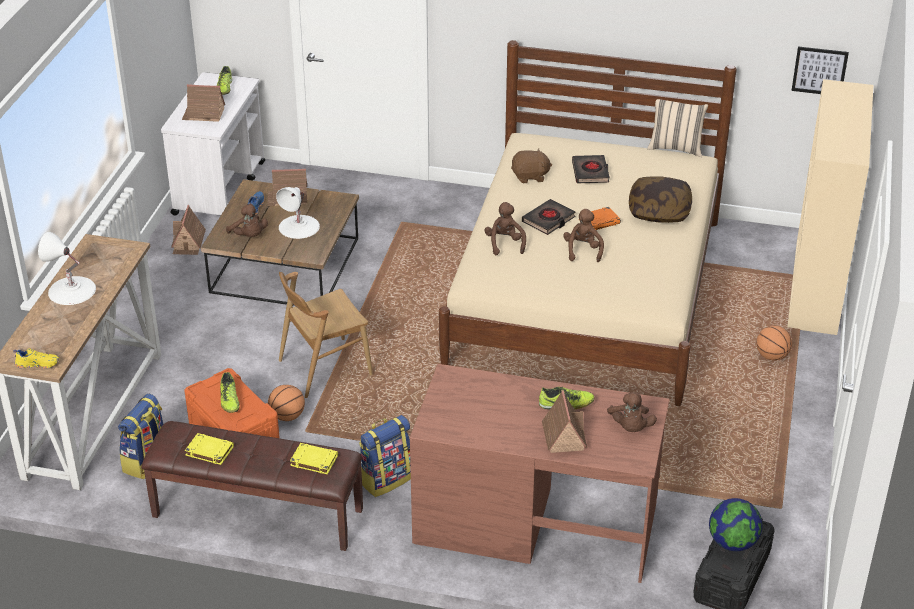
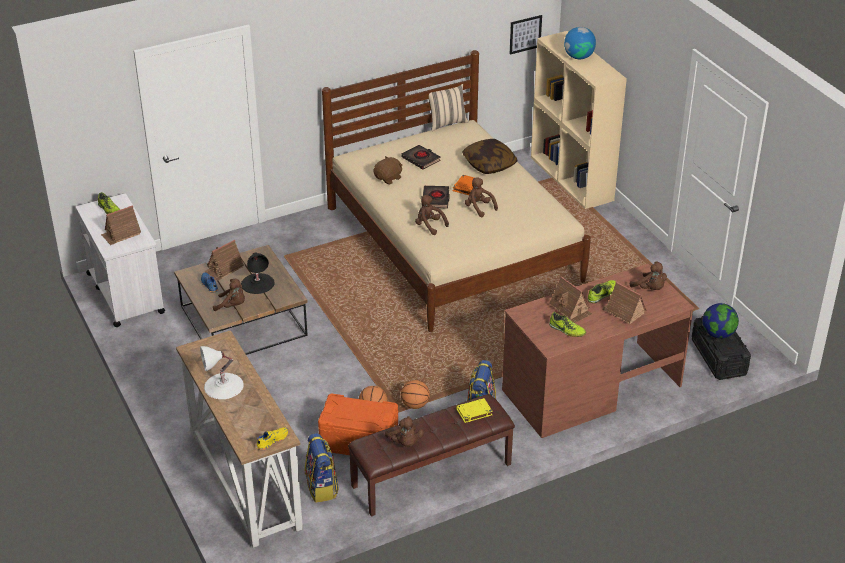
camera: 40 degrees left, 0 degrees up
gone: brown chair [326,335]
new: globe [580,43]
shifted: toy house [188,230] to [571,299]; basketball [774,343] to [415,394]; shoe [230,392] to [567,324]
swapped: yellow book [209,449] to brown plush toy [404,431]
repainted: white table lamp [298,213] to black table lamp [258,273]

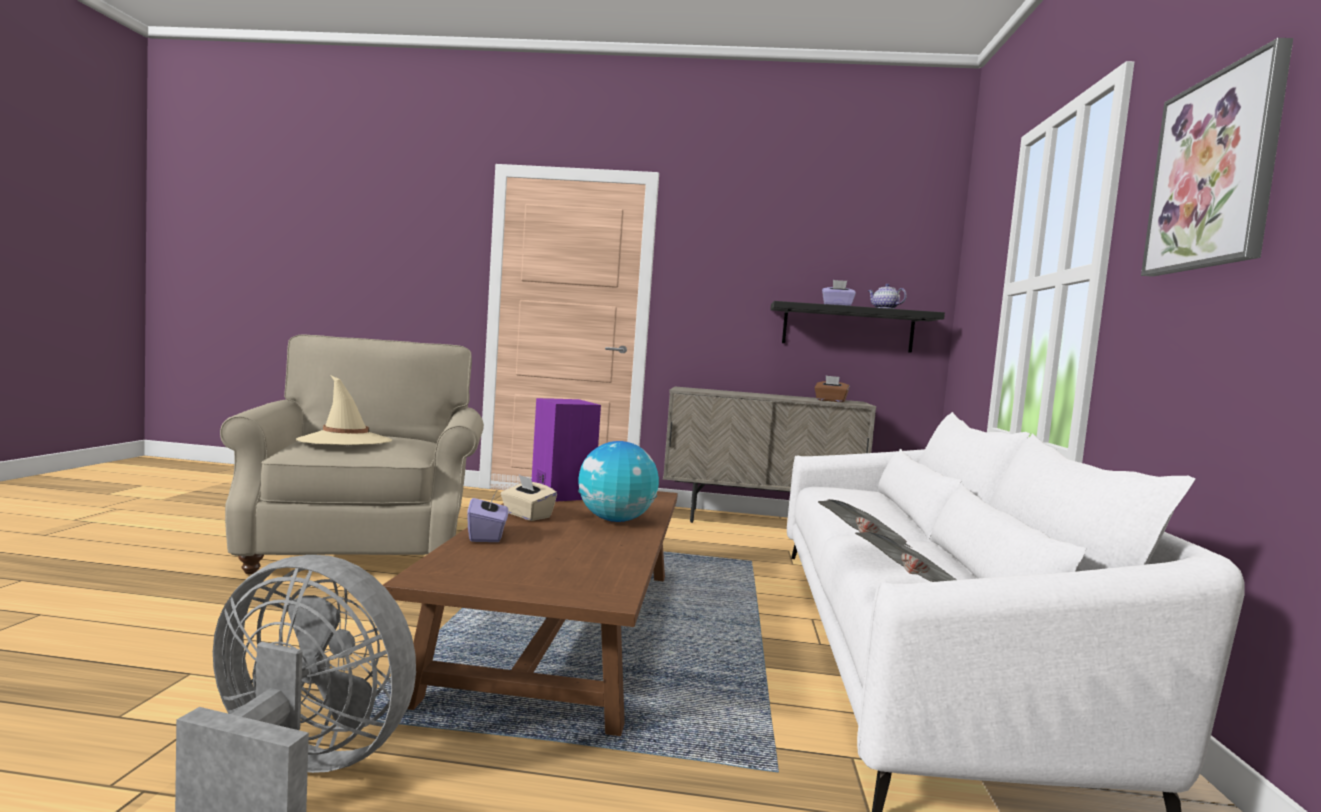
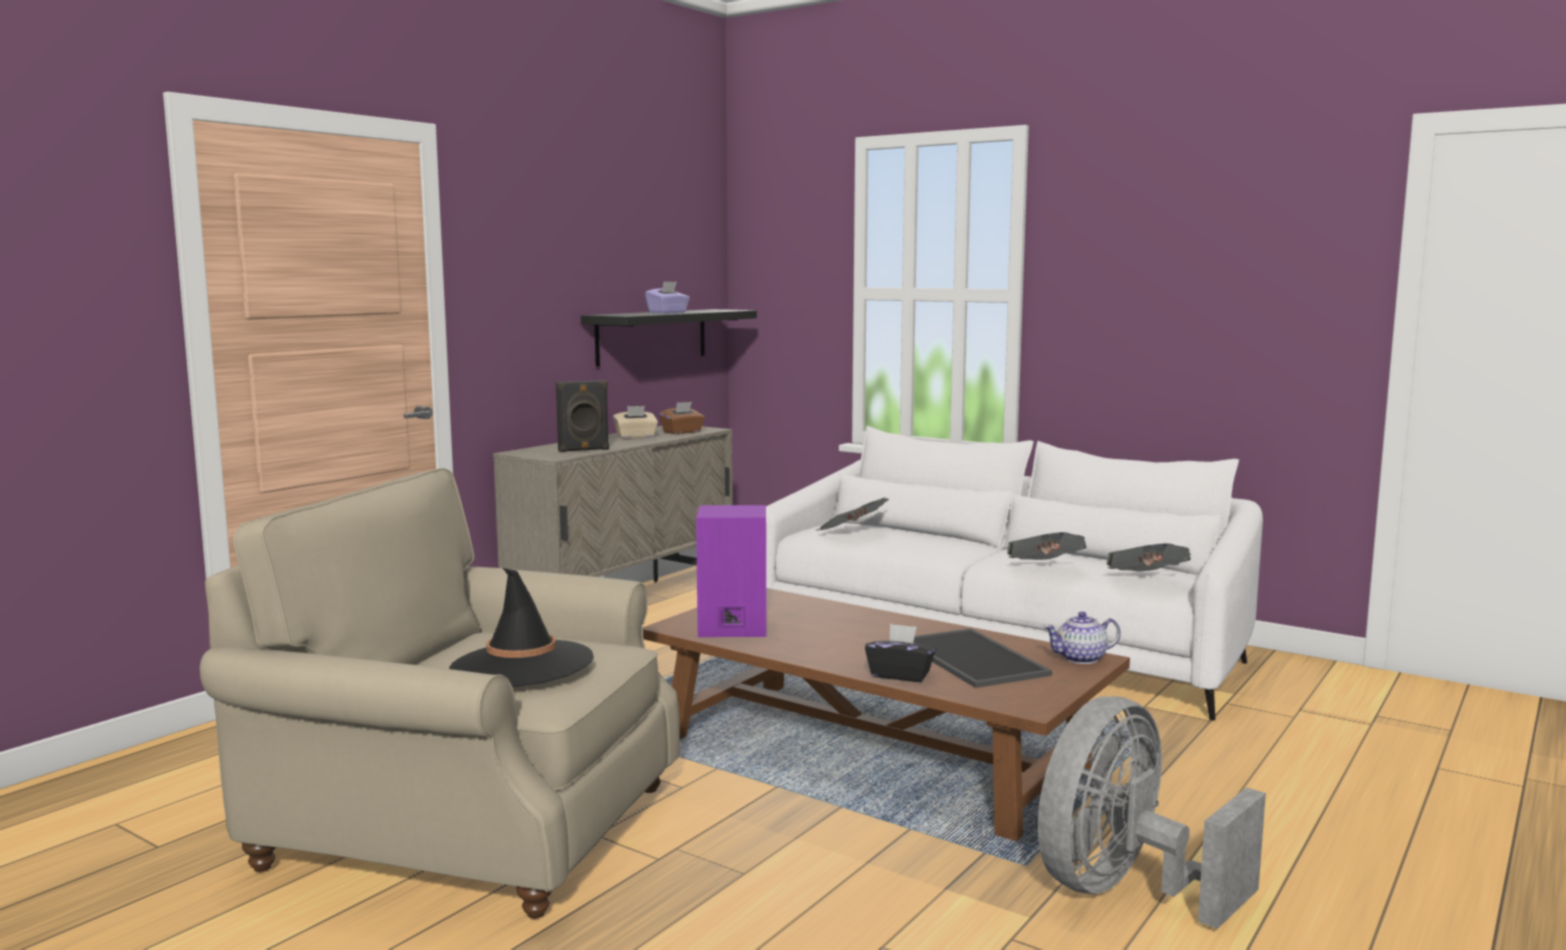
camera: 60 degrees left, 5 degrees up
gone: picture [1217,157]; globe [618,481]
new: black speaker [582,416]; newspaper [852,514]; tray [982,658]
shifted: teapot [887,296] to [1082,638]; beige tissue box [529,498] to [635,422]
repainted: beige hat [344,410] to black hat [521,627]; purple tissue box [487,515] to black tissue box [900,653]

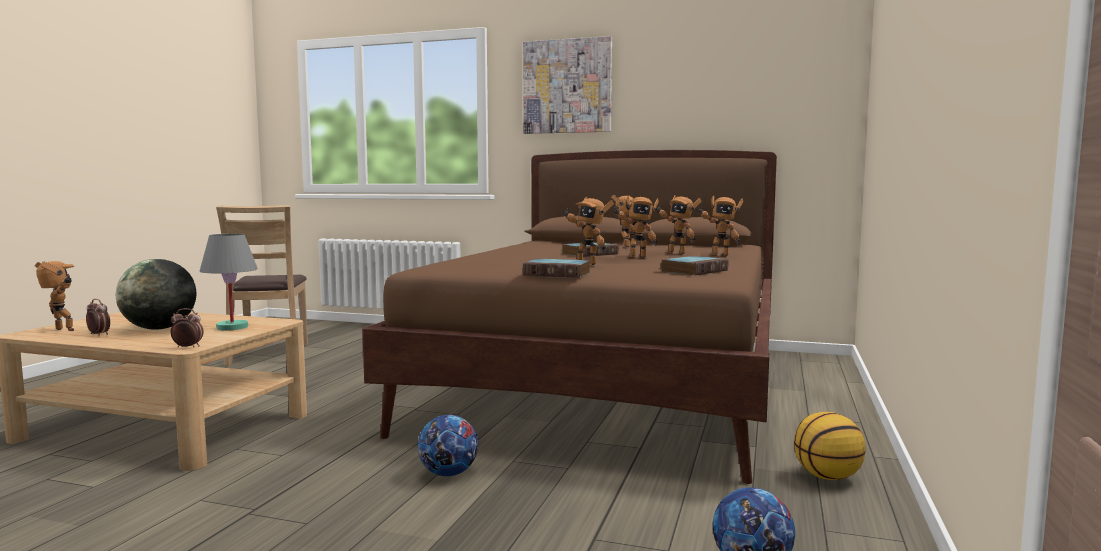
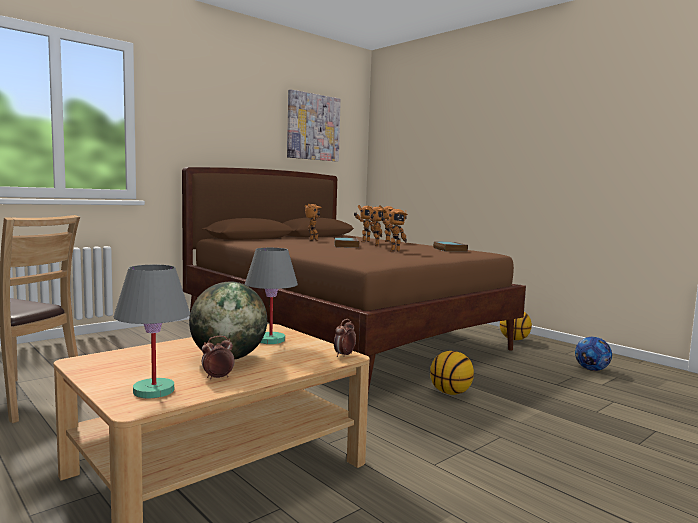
camera: 60 degrees left, 0 degrees up
gone: book [557,268]
shifted: picture [567,85] to [314,125]
swapped: toy robot [54,296] to grey table lamp [151,331]; football [448,445] to basketball [452,373]

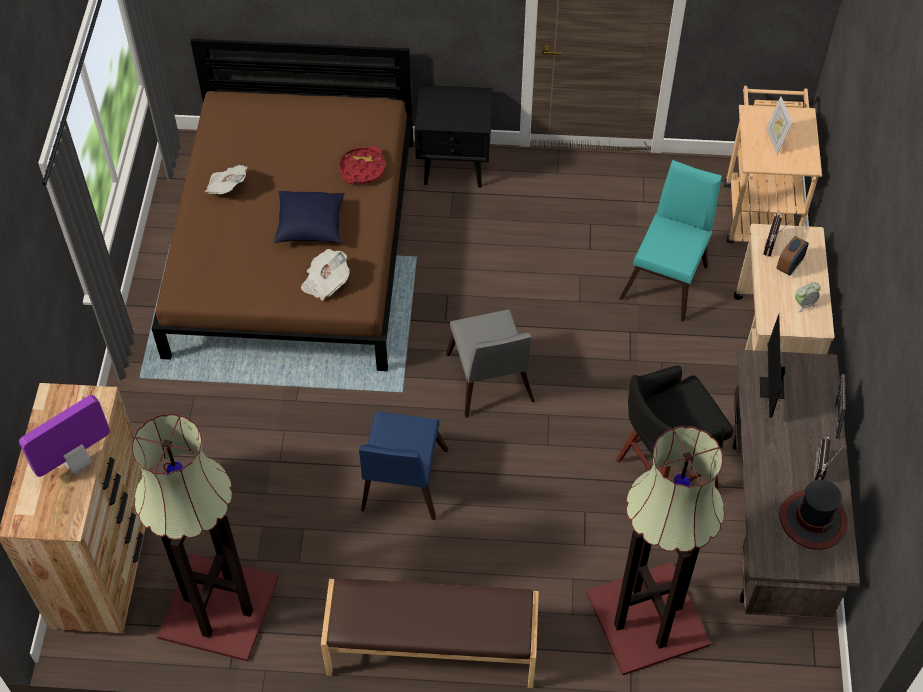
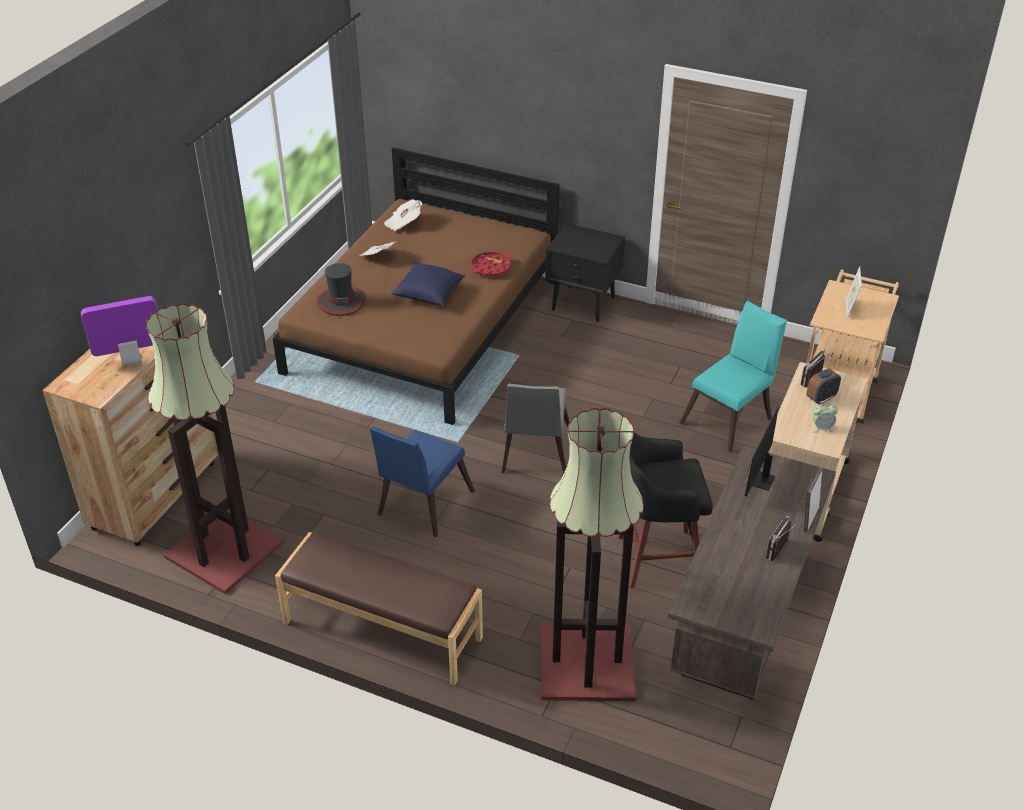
camera: 20 degrees right, 15 degrees down
shifted: newspaper [325,274] to [403,215]; hat [813,514] to [341,289]

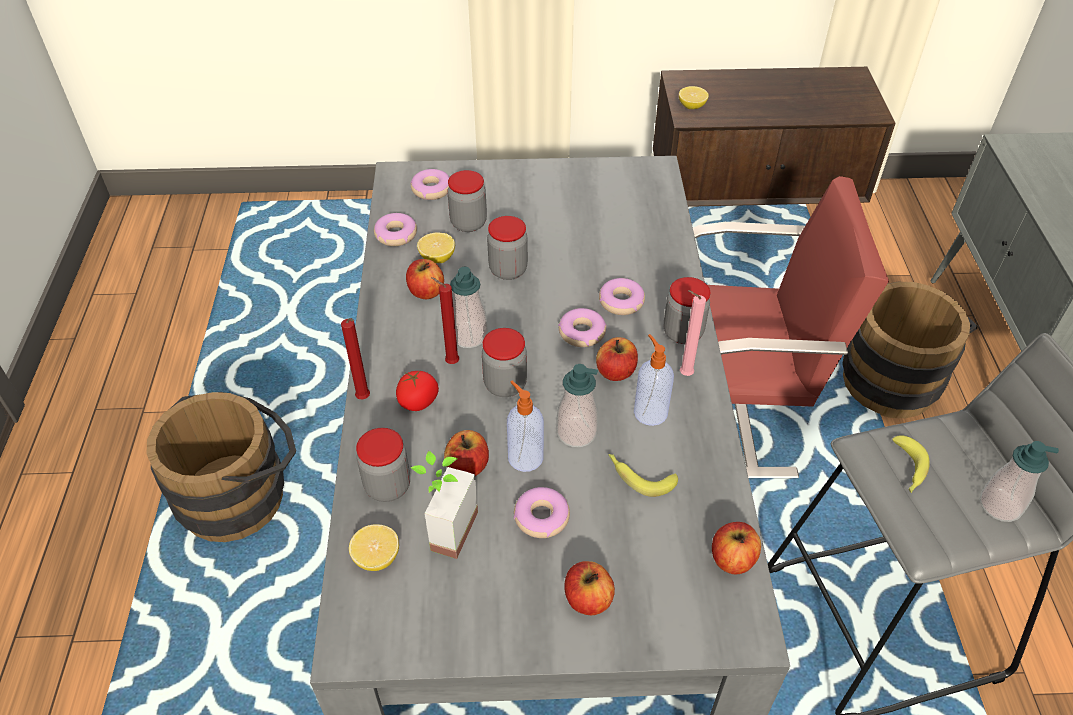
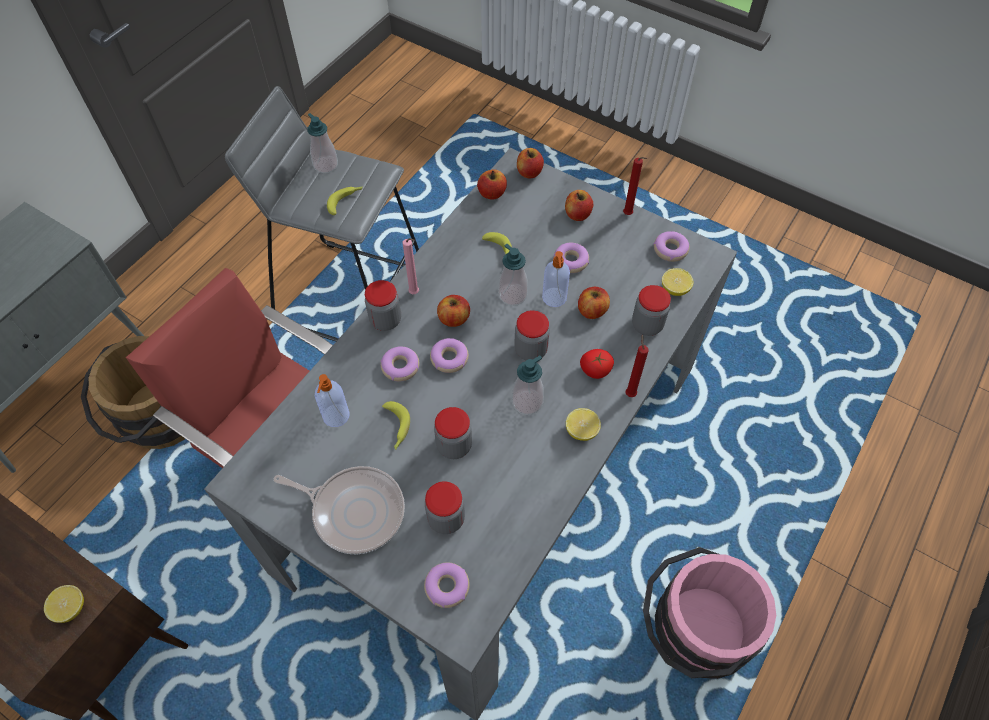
camera: 145 degrees left, 10 degrees up
gone: potted plant [444,505]
new: banana [396,425]; frying pan [339,510]
shifted: donut [395,229] to [671,246]; lemon [436,247] to [583,424]; apple [425,279] to [530,163]; red candle [445,320] to [635,186]; soap dispenser [654,380] to [332,400]
repainted: brown bucket [221,467] to pink bucket [709,613]

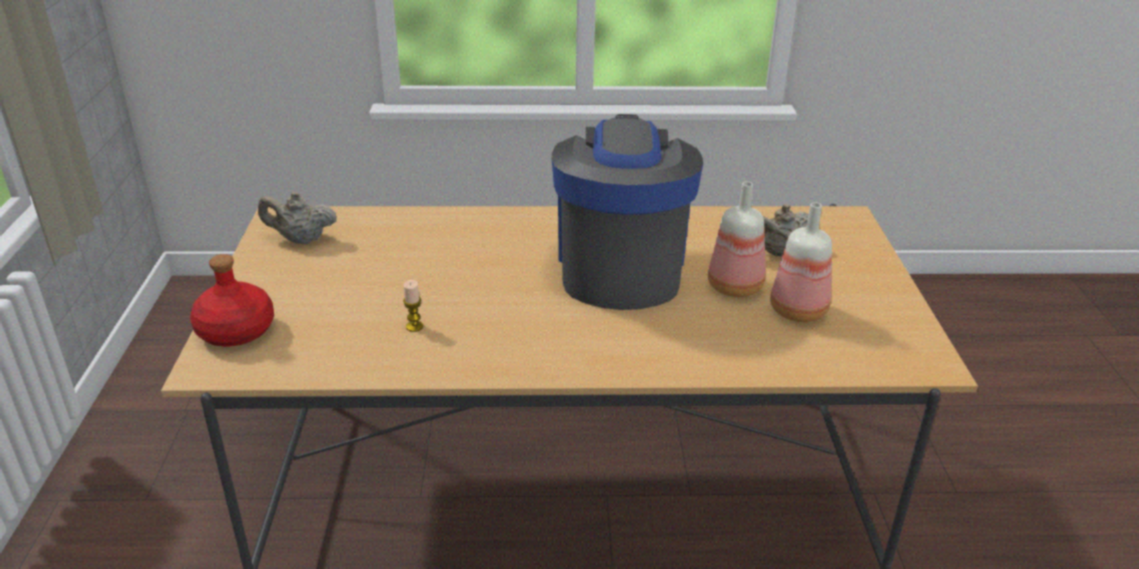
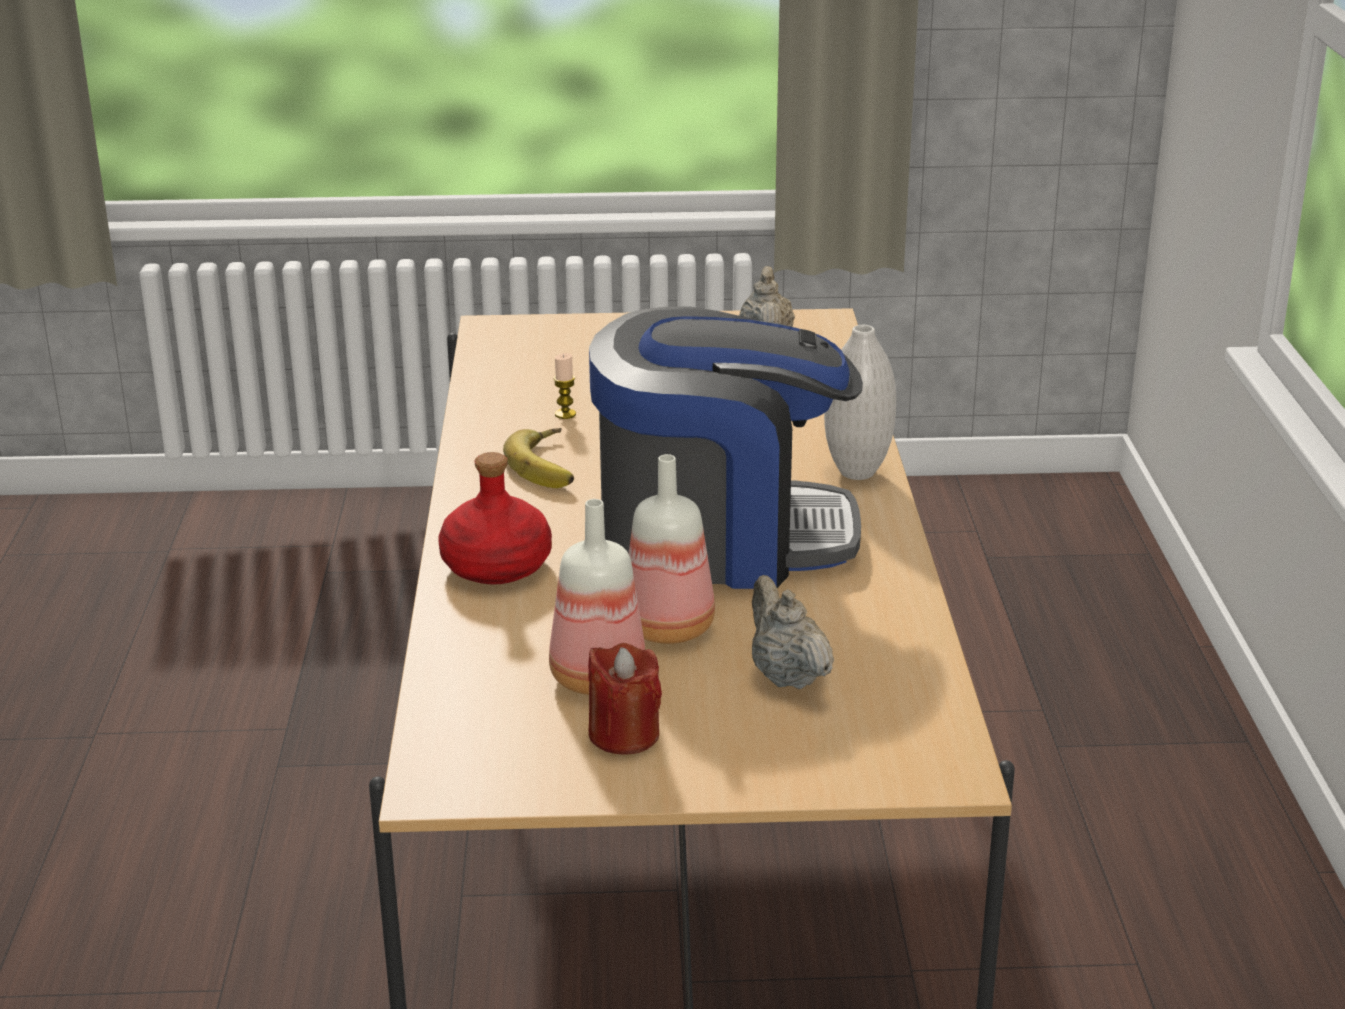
camera: 90 degrees right, 5 degrees down
new: white vase [860,402]; banana [538,458]; red candle [625,699]
shifted: red bottle [232,300] to [495,518]

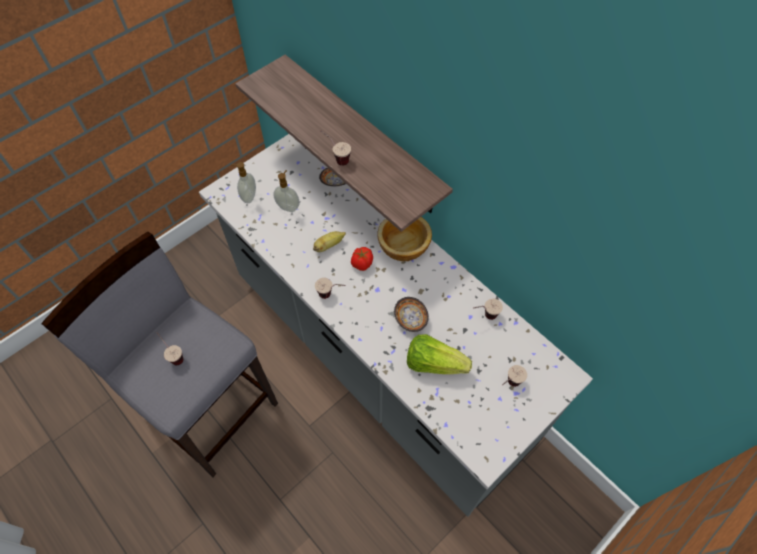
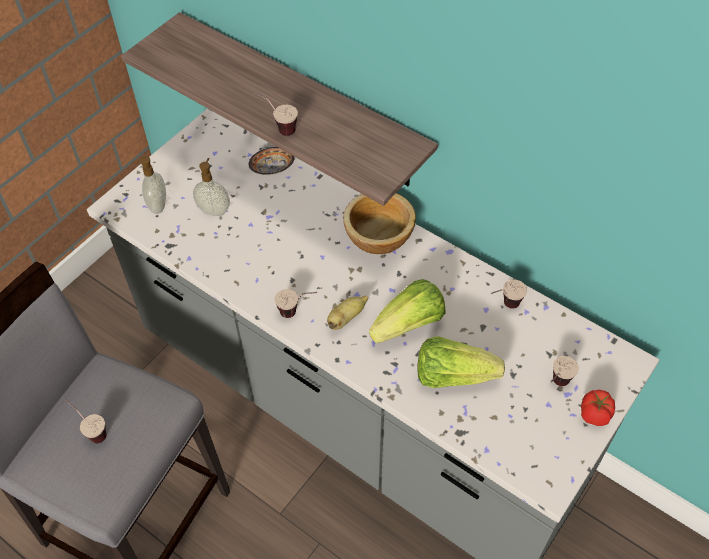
camera: 10 degrees left, 5 degrees down
shifted: banana [329,241] to [347,313]; tomato [362,259] to [598,408]
swapped: bowl [411,314] to lettuce [407,311]

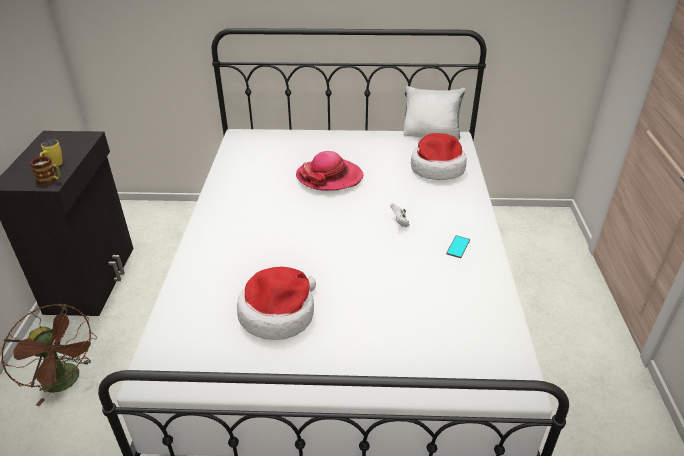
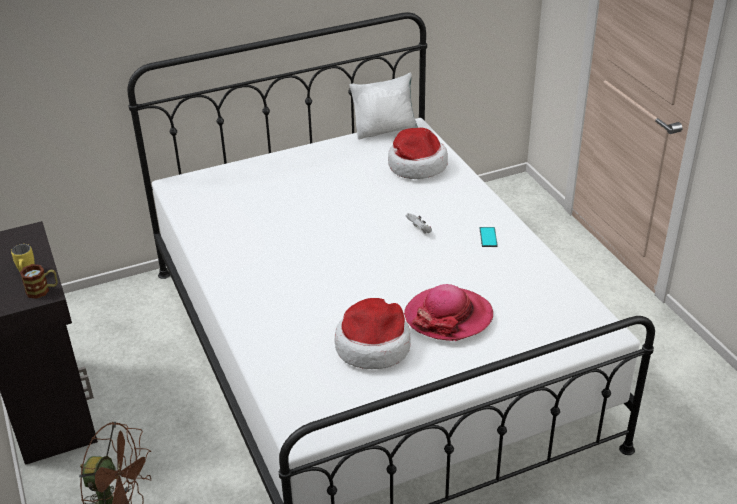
camera: 25 degrees left, 0 degrees up
shifted: hat [330,171] to [448,312]

